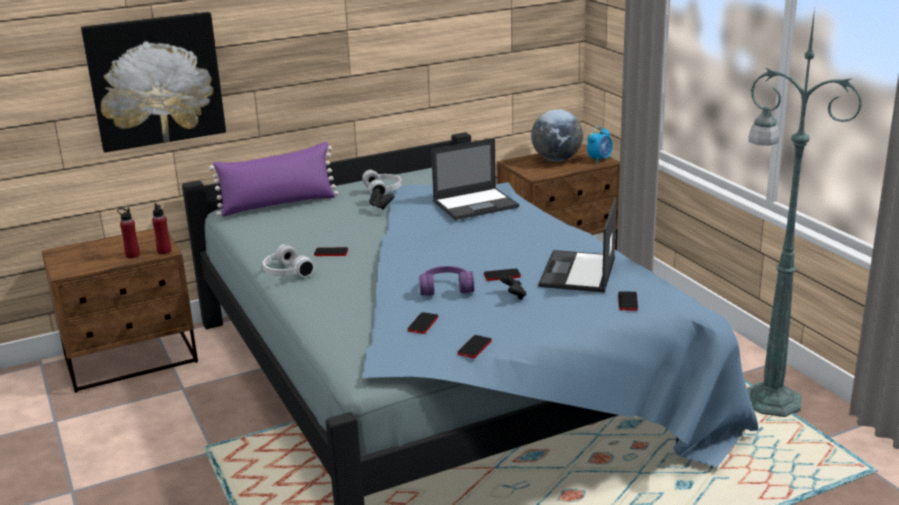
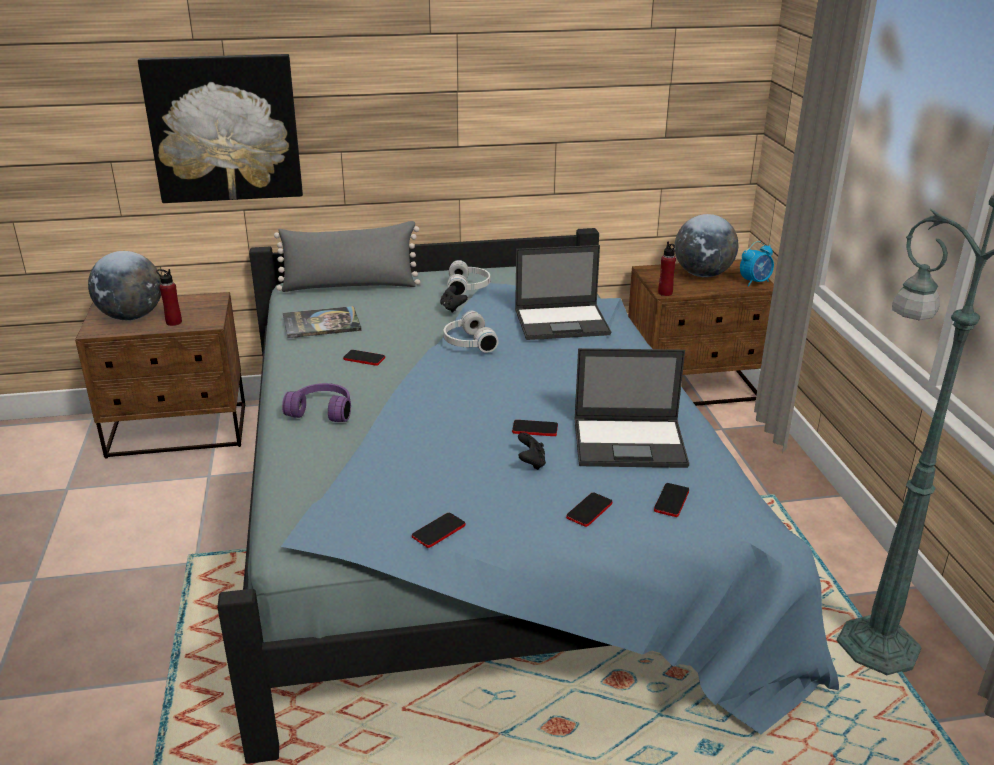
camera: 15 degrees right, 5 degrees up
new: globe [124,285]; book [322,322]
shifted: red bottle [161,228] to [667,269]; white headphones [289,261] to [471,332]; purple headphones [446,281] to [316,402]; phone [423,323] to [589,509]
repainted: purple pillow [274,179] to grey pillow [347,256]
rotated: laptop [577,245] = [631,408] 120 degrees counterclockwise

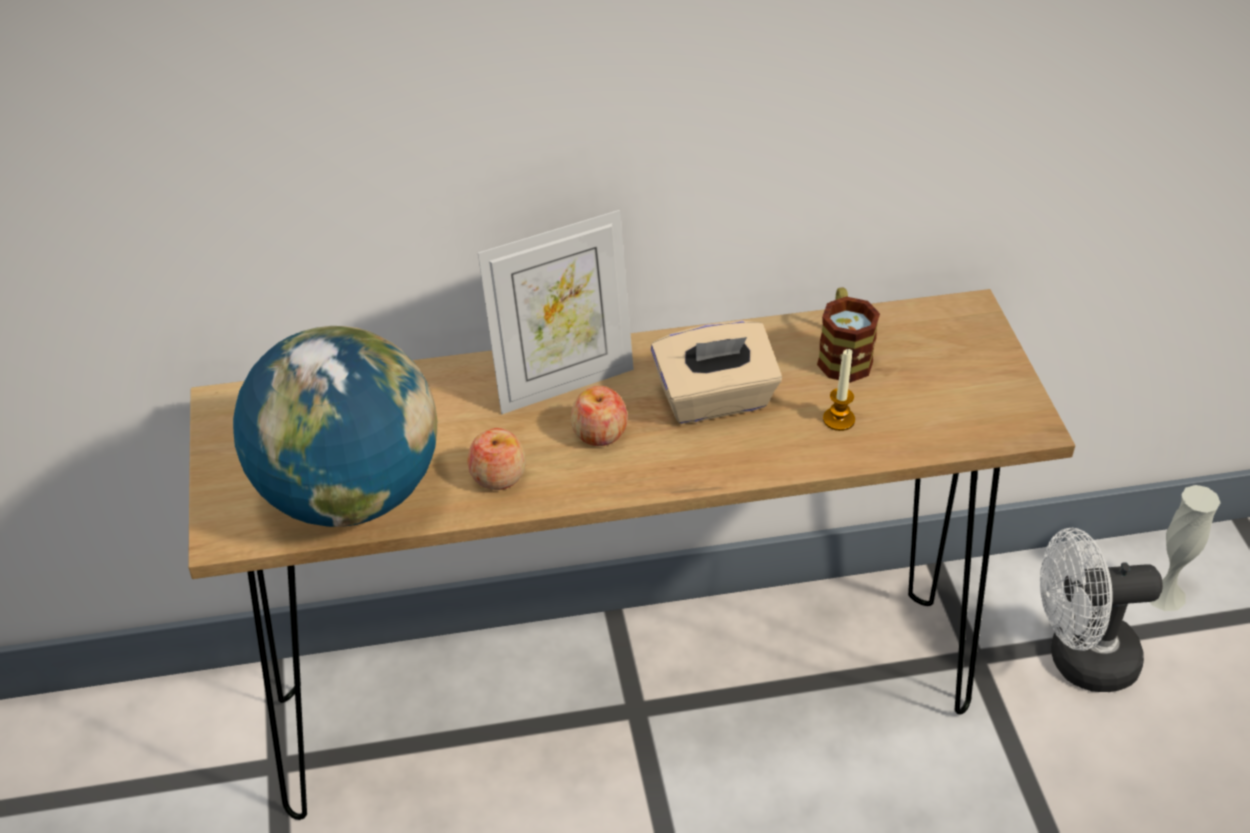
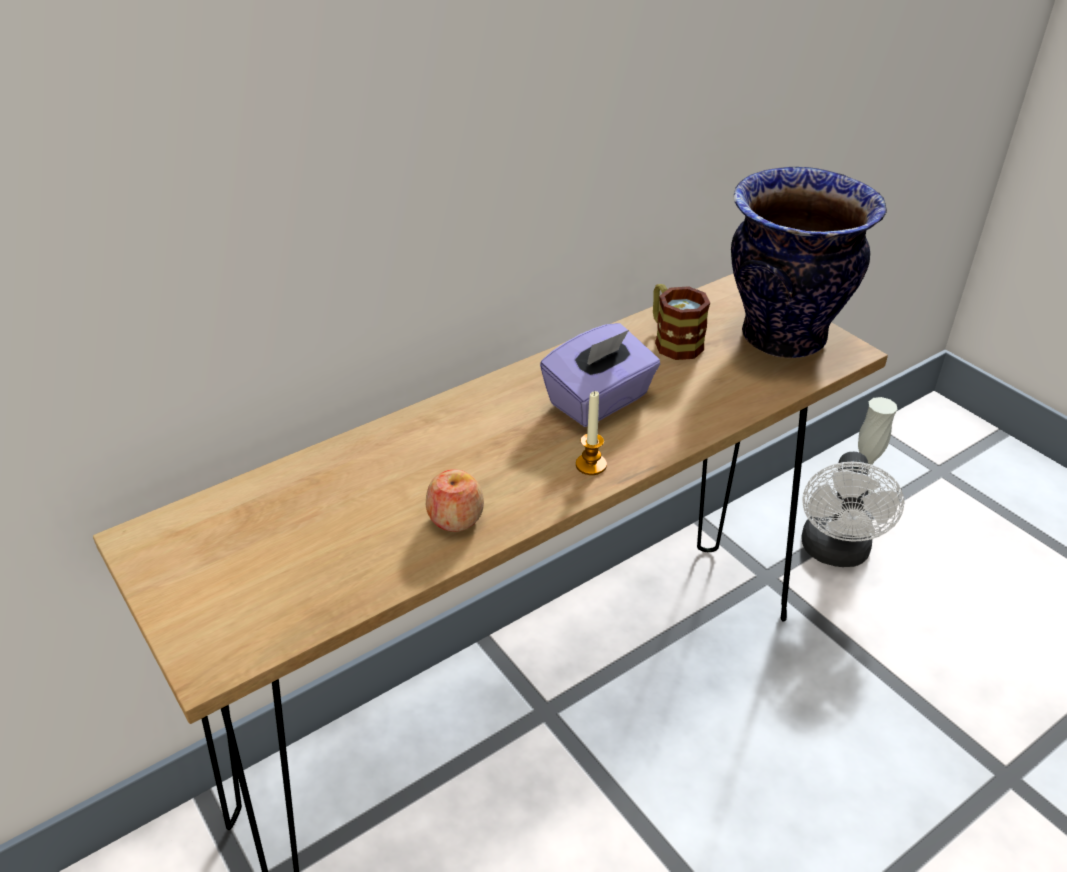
camera: 25 degrees left, 5 degrees down
gone: picture frame [556,312]; globe [335,426]; apple [599,416]
new: vase [809,262]
shifted: candle [839,390] to [591,433]
repainted: beige tissue box [716,372] to purple tissue box [600,375]
rotated: white fan [1101,610] = [852,509] 45 degrees counterclockwise

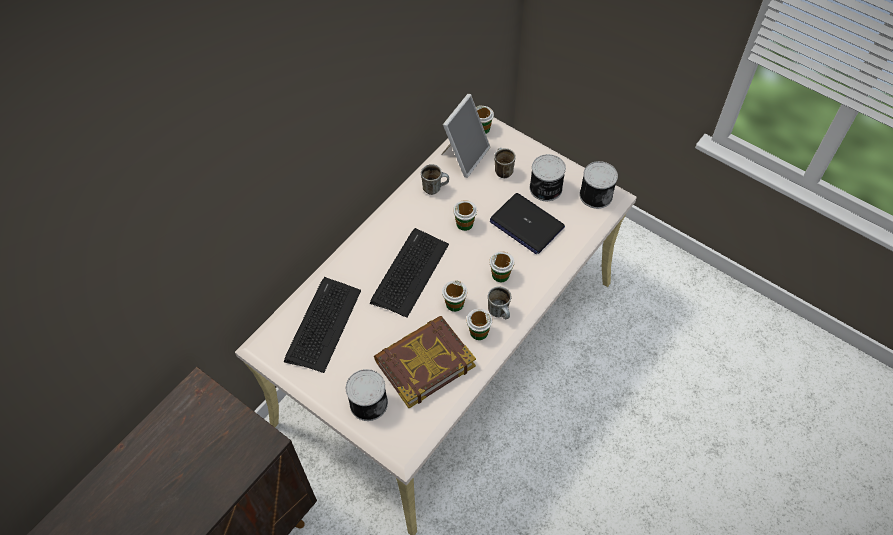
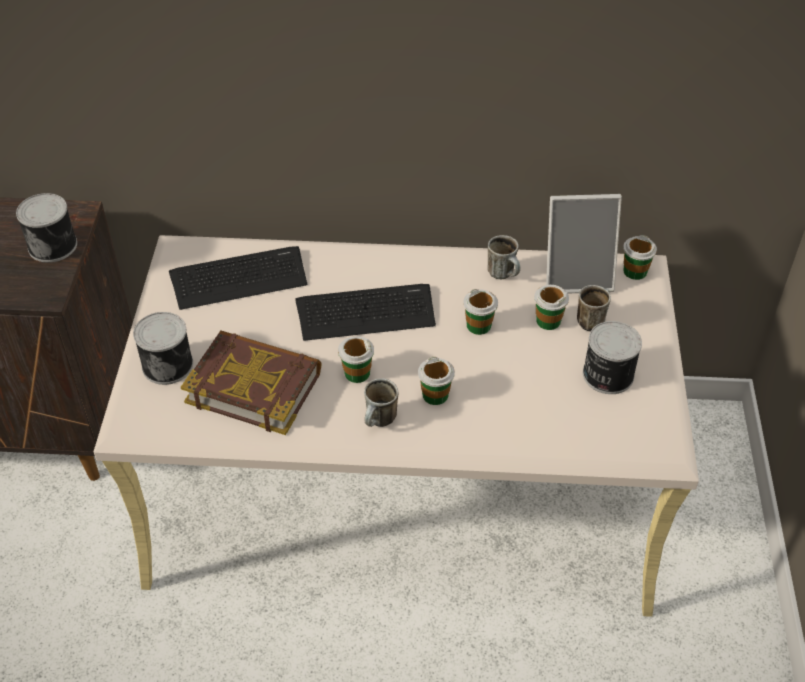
camera: 55 degrees right, 10 degrees down
gone: laptop [527,223]
shifted: can [598,185] to [46,228]; cup [479,324] to [551,307]

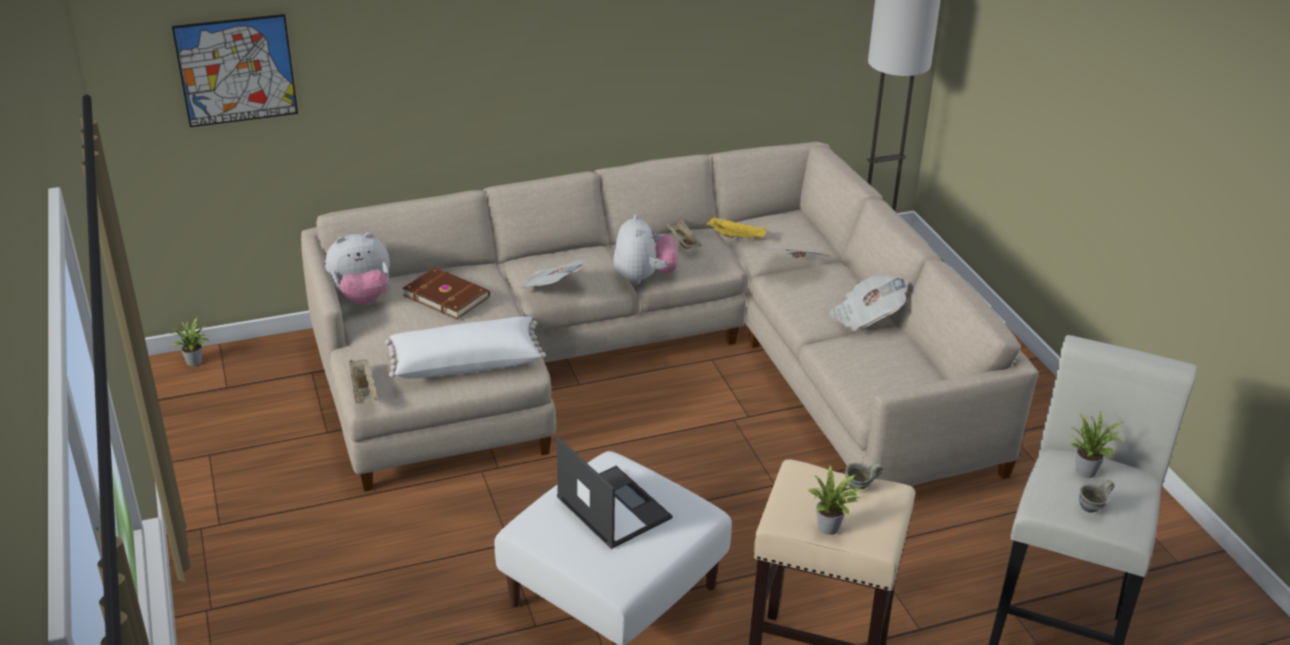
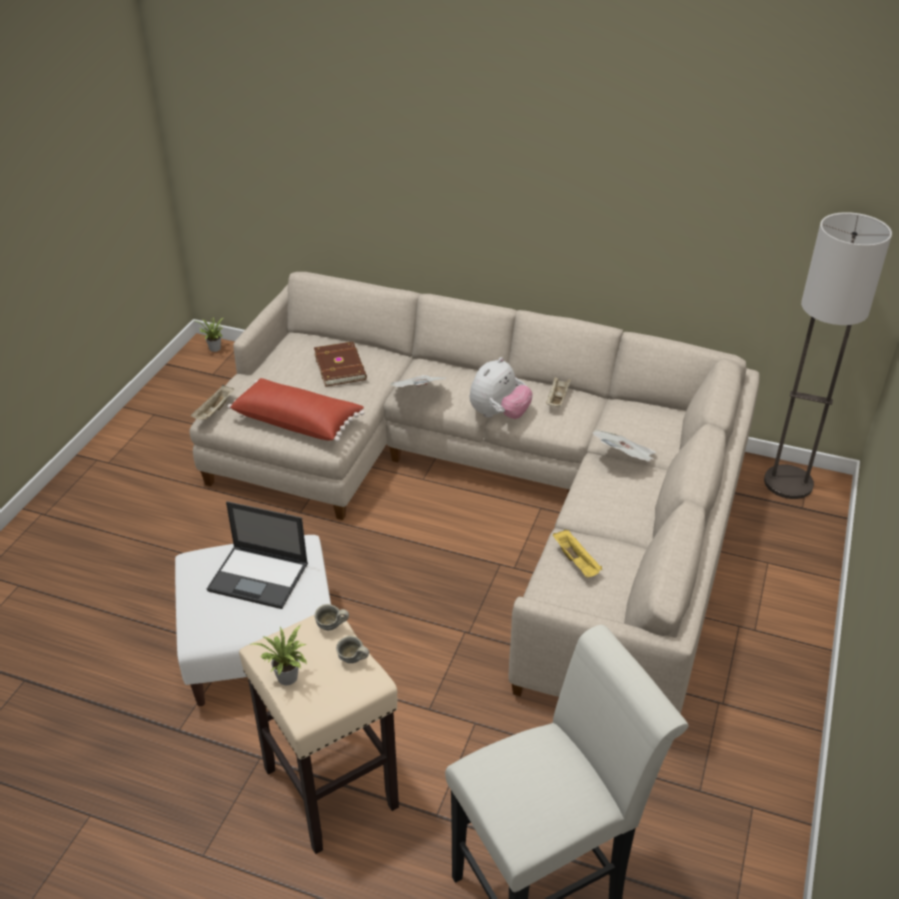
camera: 40 degrees right, 5 degrees up
gone: picture [235,70]; plush toy [357,268]; newspaper [869,302]; potted plant [1098,444]
shifted: yellow tray [736,227] to [577,554]; grey mug [1096,496] to [331,617]
repainted: white pillow [465,347] to red pillow [296,410]
rotated: laptop [614,493] = [257,555] 105 degrees clockwise

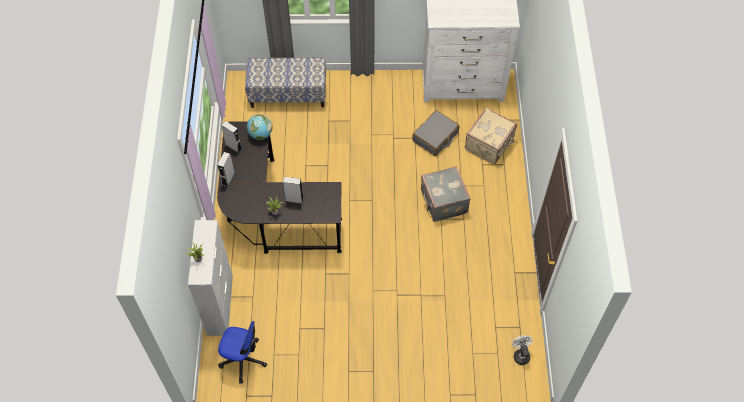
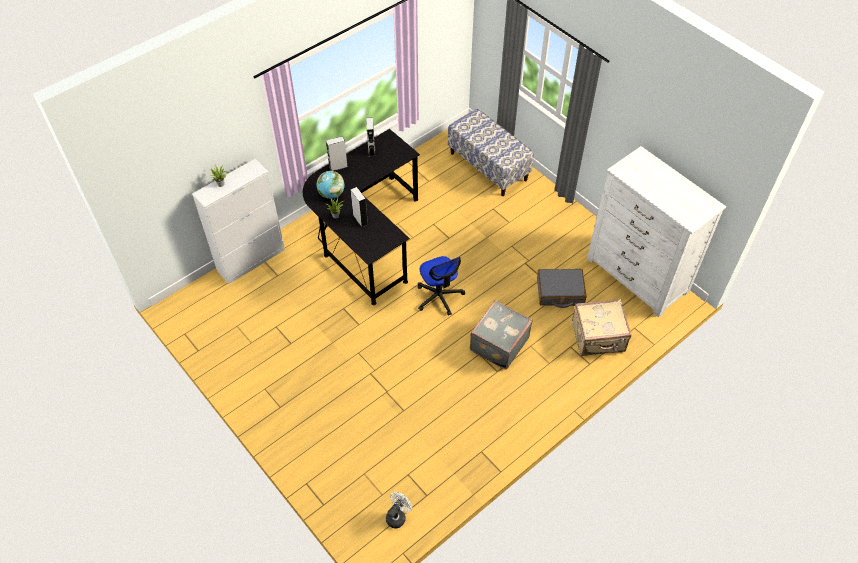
camera: 50 degrees right, 5 degrees down
shifted: globe [259,127] to [330,185]; office chair [242,352] to [441,286]

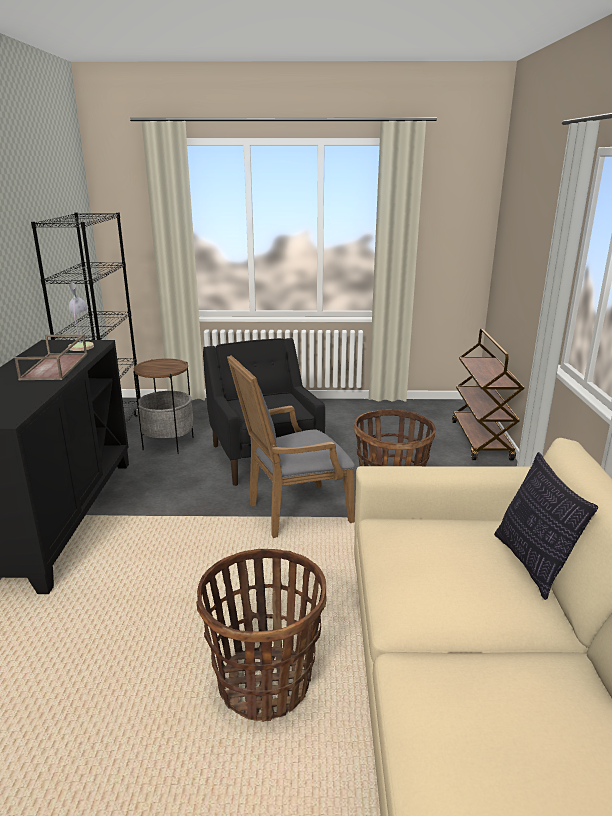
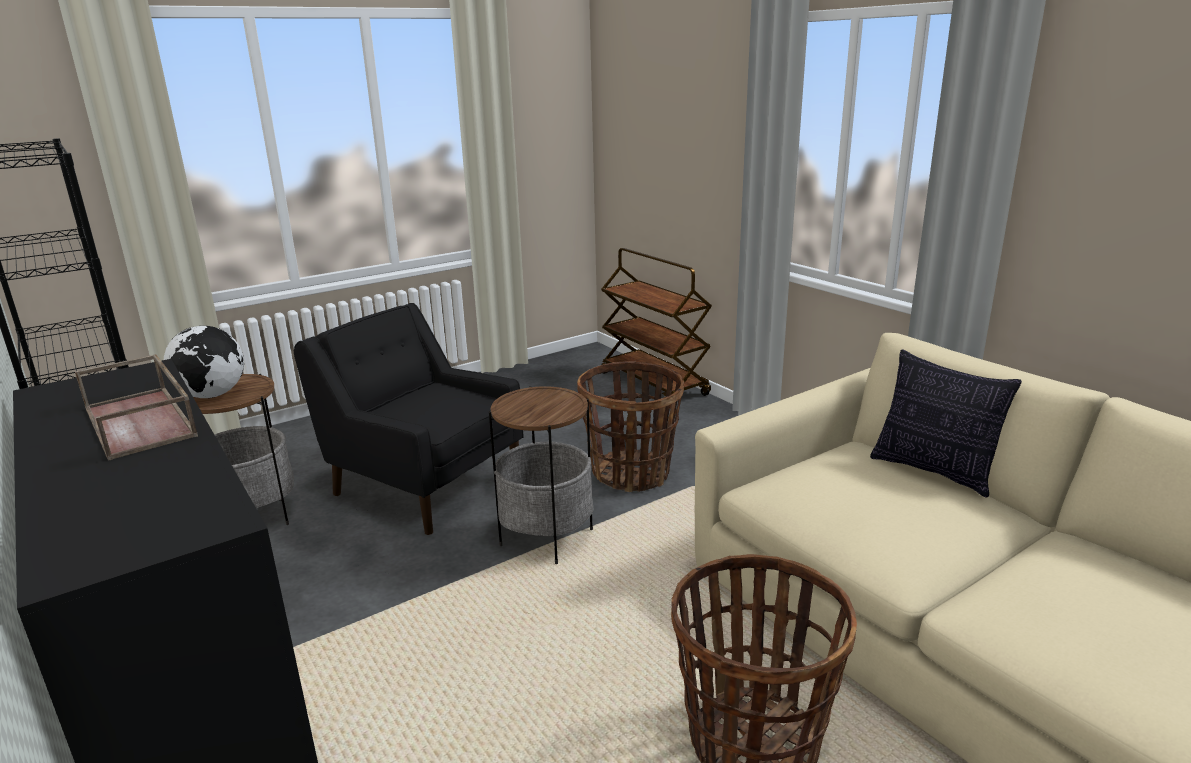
camera: 35 degrees left, 0 degrees up
gone: table lamp [81,317]
new: globe [204,362]
swapped: grey armchair [291,446] to side table [541,475]

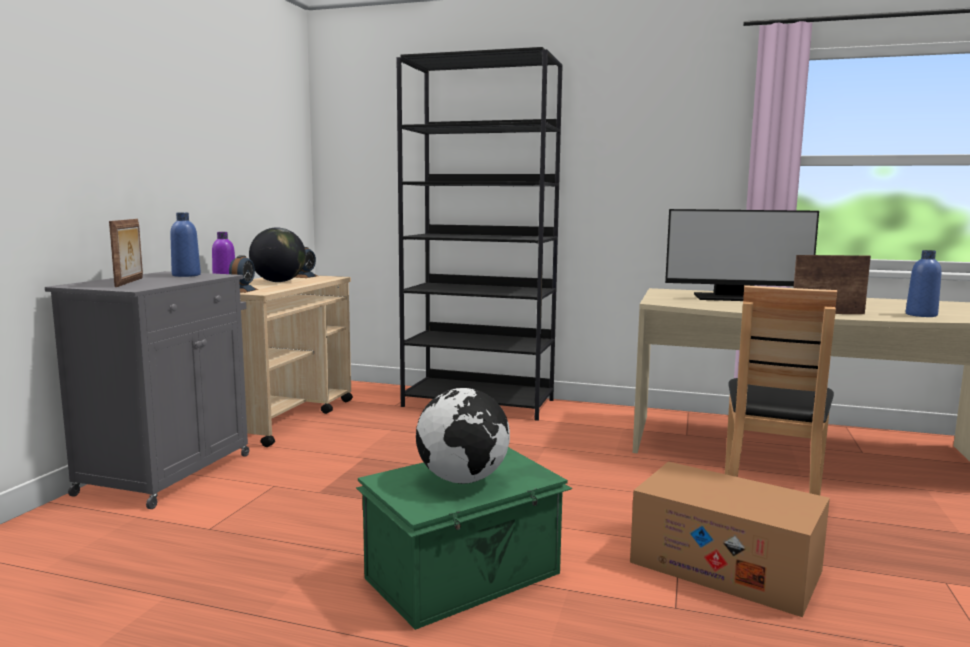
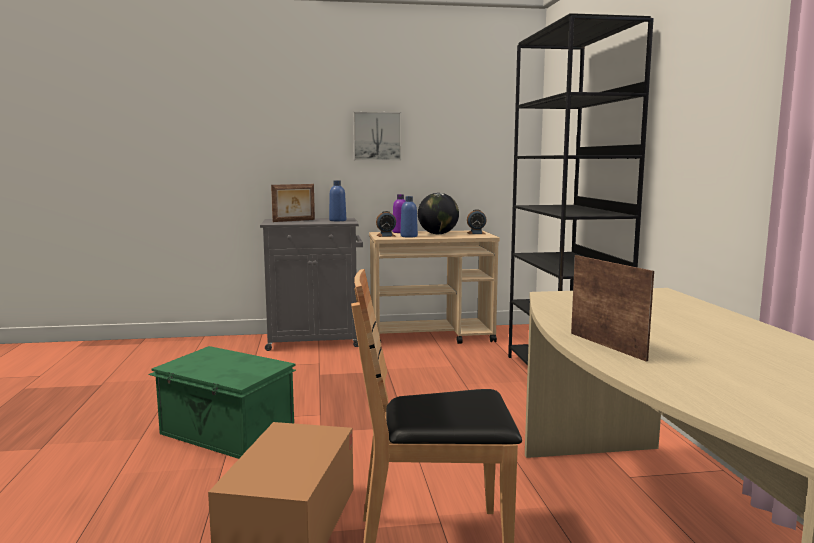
camera: 65 degrees right, 0 degrees up
gone: monitor [742,255]; globe [463,436]
new: picture [377,136]
shifted: blue bottle [923,283] to [409,217]

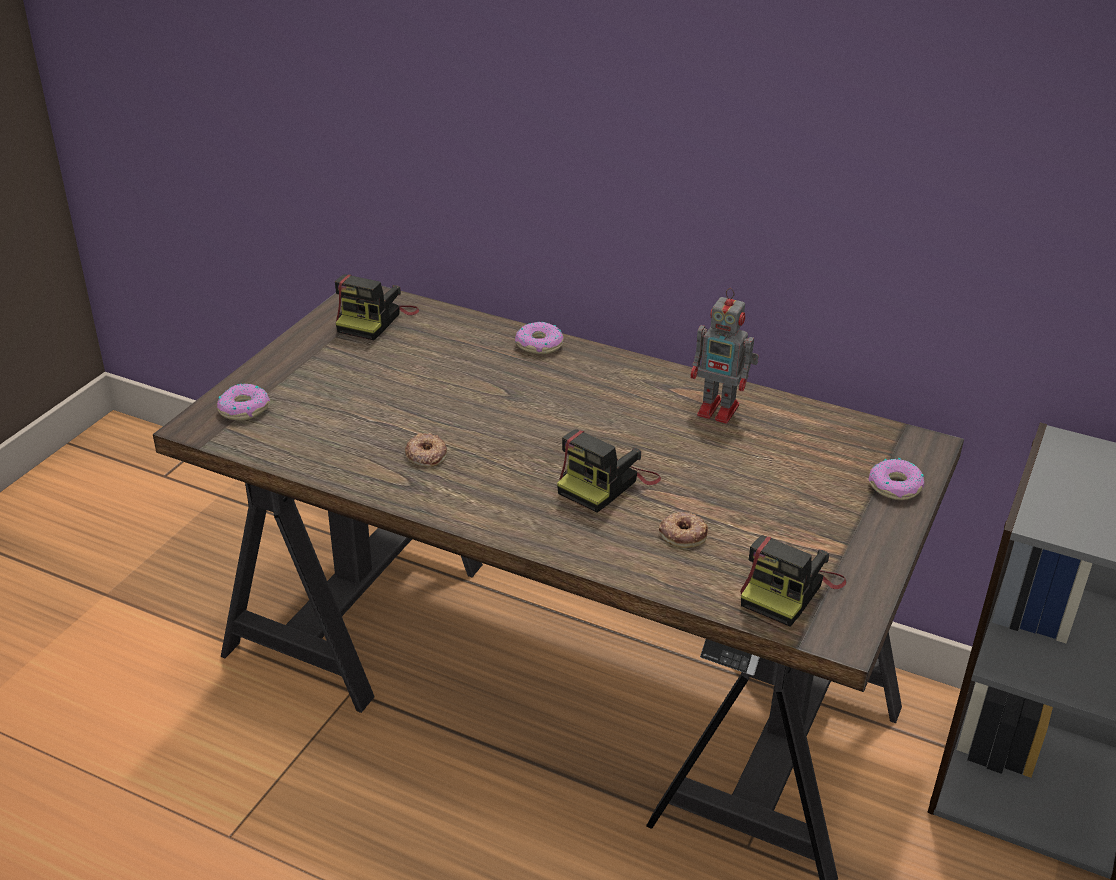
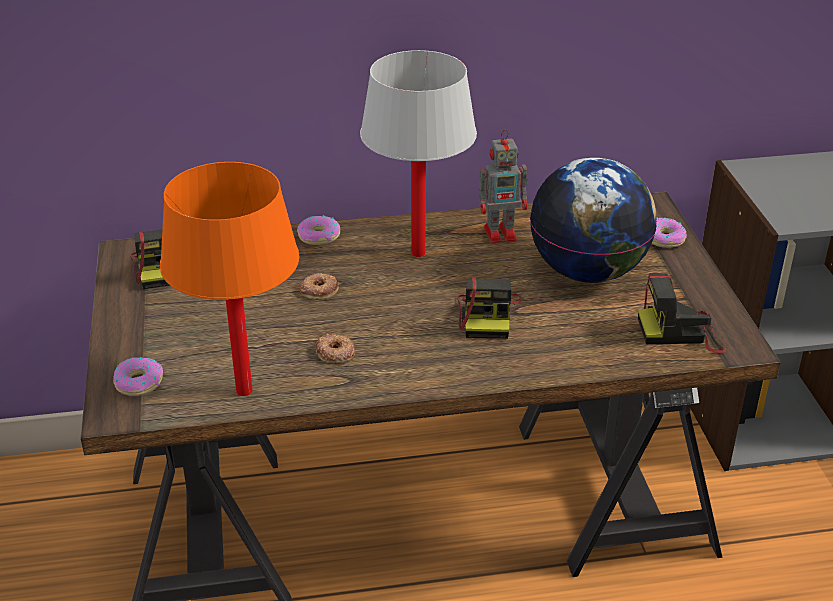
camera: 35 degrees left, 0 degrees up
new: white table lamp [418,153]; globe [593,220]; orange table lamp [230,279]
shifted: donut [683,530] to [319,286]
rotated: photo camera [793,581] = [682,313] 90 degrees clockwise

